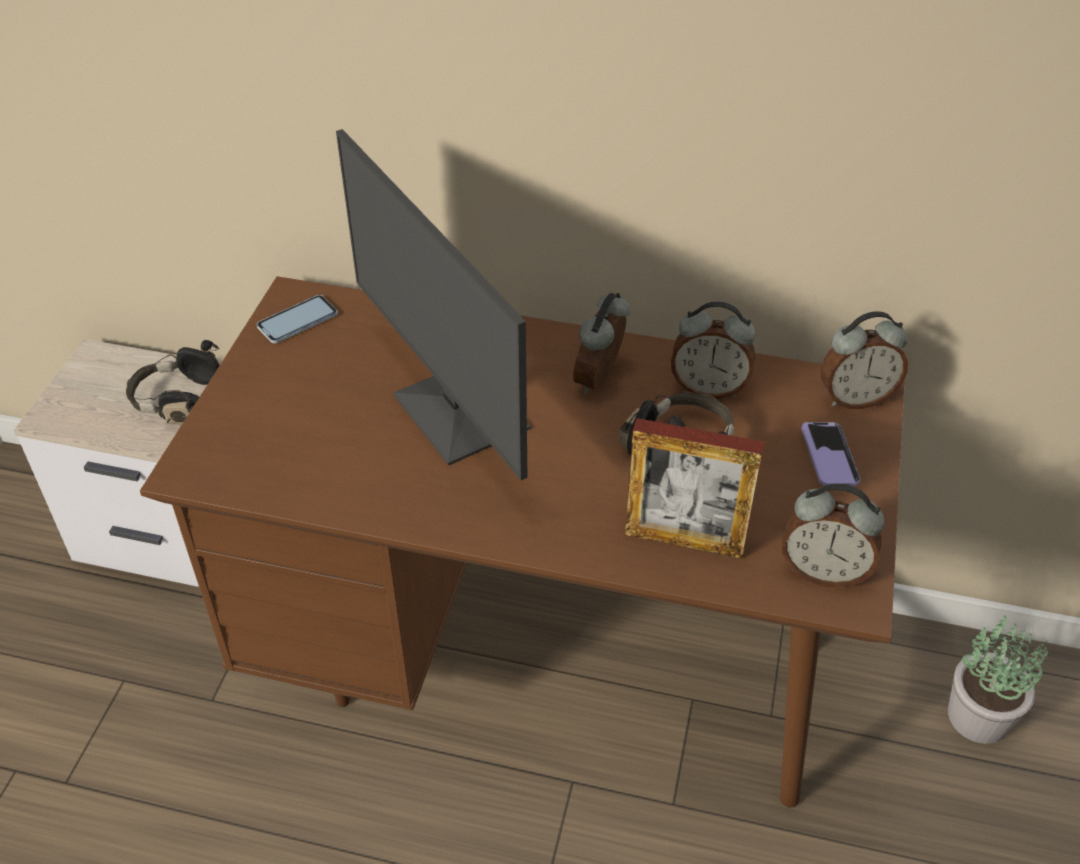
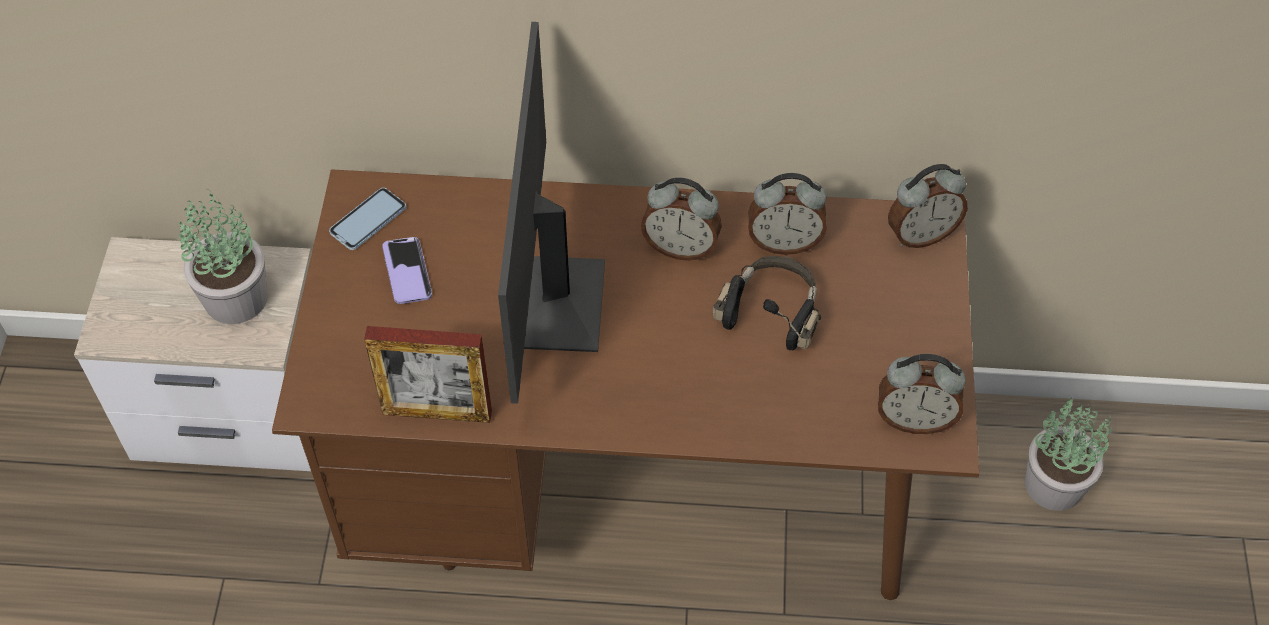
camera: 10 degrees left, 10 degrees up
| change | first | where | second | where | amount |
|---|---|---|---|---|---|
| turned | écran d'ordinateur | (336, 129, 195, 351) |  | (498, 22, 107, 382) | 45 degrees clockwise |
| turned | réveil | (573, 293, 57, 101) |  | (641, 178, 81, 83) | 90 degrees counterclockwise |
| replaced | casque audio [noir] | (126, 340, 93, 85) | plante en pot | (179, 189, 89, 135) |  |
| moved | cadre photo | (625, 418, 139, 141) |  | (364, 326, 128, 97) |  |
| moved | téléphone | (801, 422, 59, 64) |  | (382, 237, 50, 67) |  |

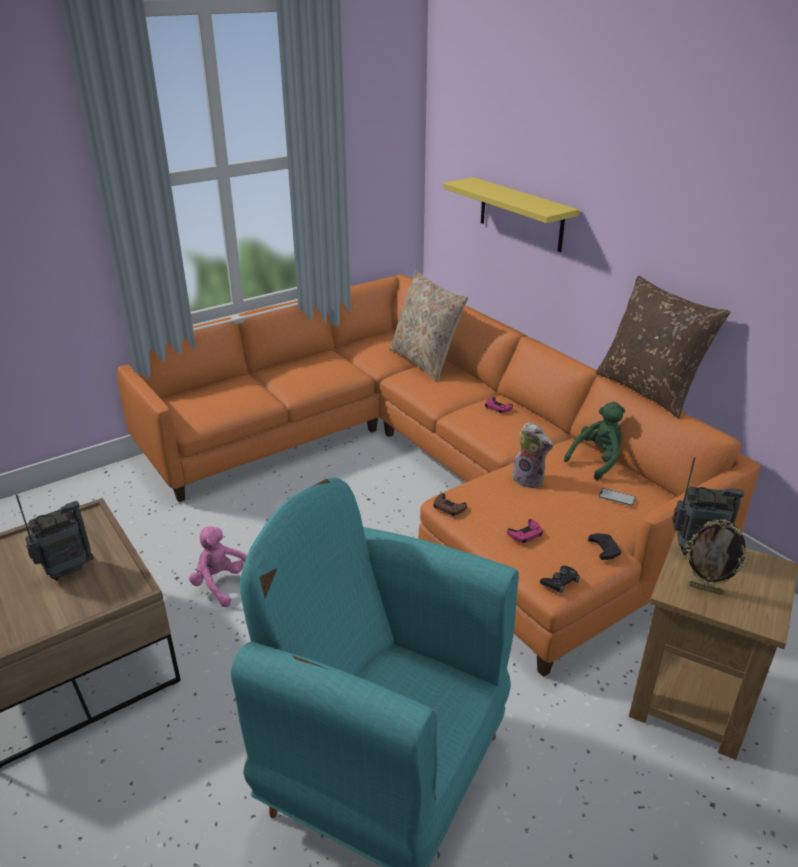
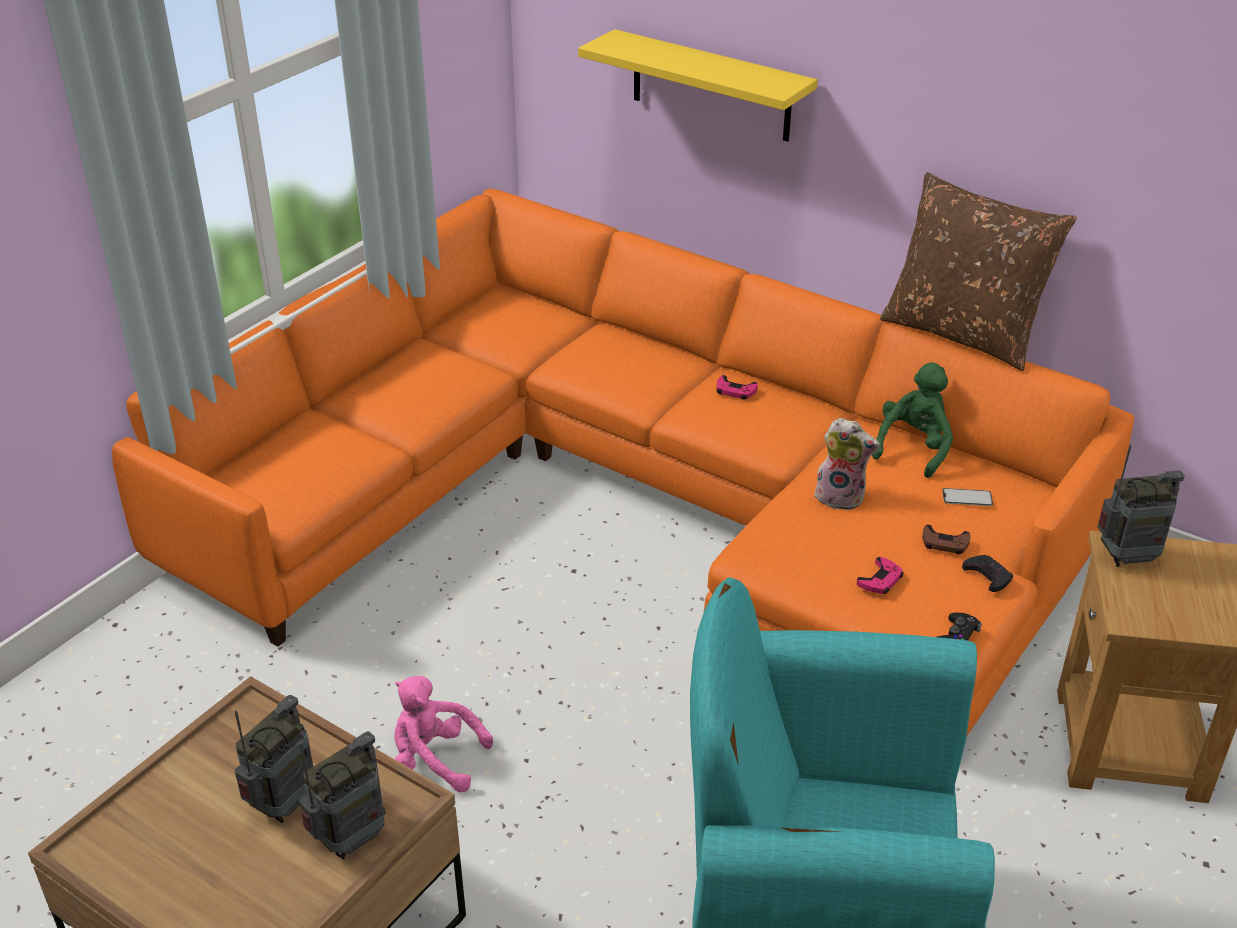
camera: 20 degrees left, 5 degrees up
| change | first | where | second | where | amount |
|---|---|---|---|---|---|
| removed | coussin [beige] | (389, 270, 79, 112) |  |  |  |
| moved | manette [marron] | (433, 493, 34, 23) |  | (922, 524, 49, 30) |  |
| removed | cadre photo | (684, 519, 65, 76) |  |  |  |
| added |  |  | radio | (299, 732, 87, 127) |  |

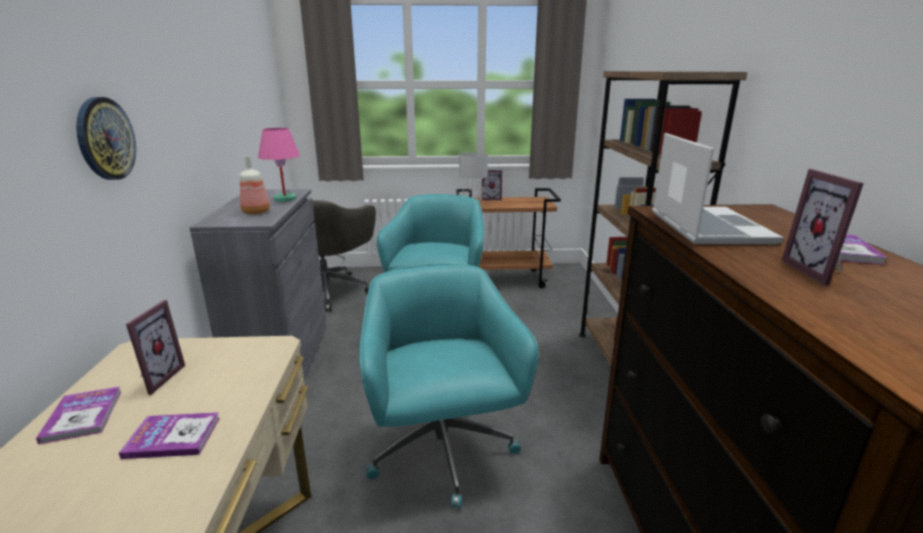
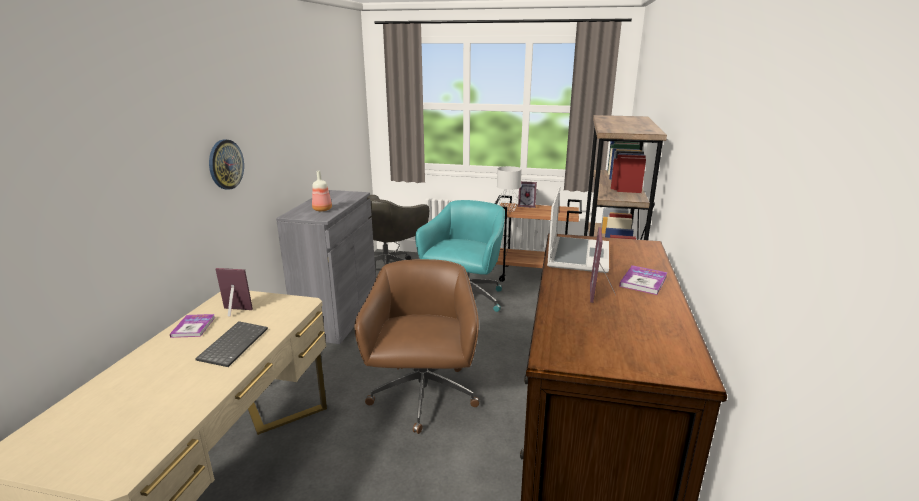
camera: 15 degrees right, 0 degrees up
| change | first | where | second | where | amount |
|---|---|---|---|---|---|
| removed | lampe de table [rose] | (258, 128, 42, 74) |  |  |  |
| recoloured | chaise de bureau [turquoise] | (360, 263, 179, 247) | chaise de bureau [marron] | (355, 259, 125, 175) |  |
| turned | cadre photo | (126, 300, 59, 95) |  | (216, 268, 37, 49) | 105 degrees counterclockwise |
| replaced | livre | (119, 412, 101, 47) | clavier | (195, 321, 73, 46) |  |

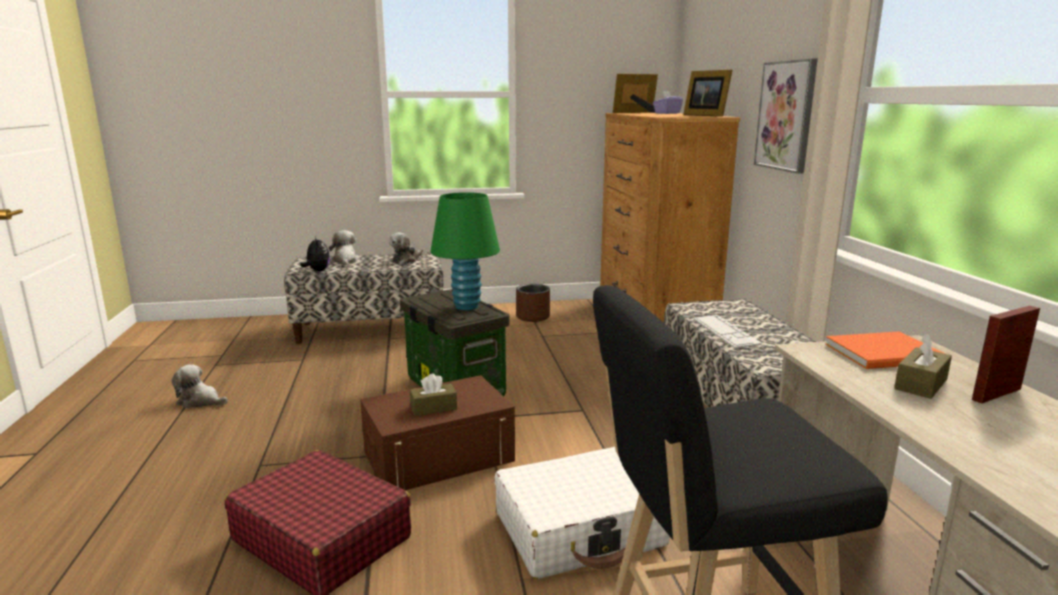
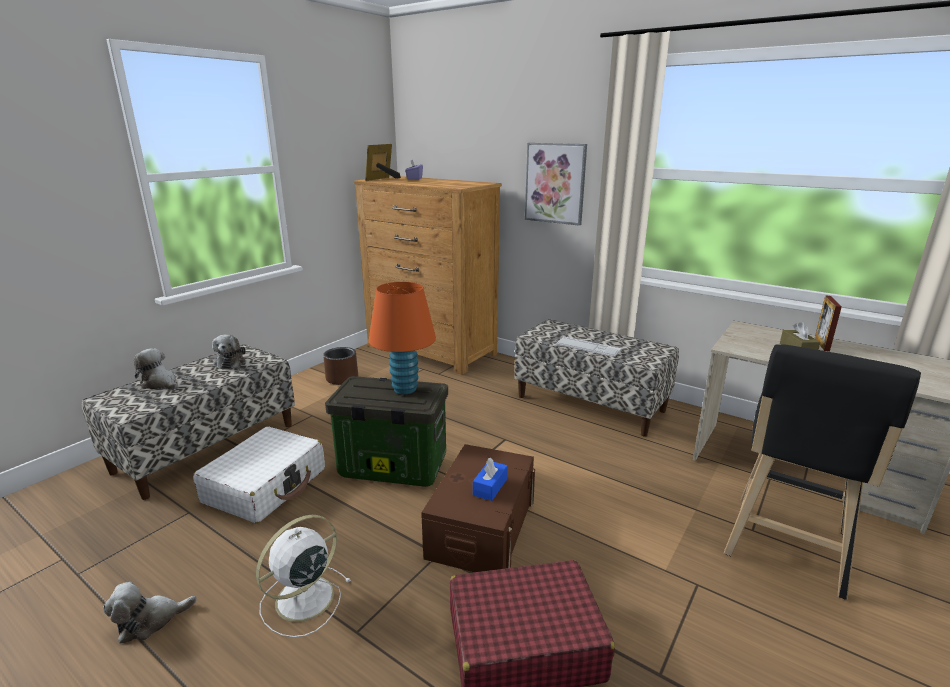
camera: 45 degrees left, 5 degrees up
| change | first | where | second | where | amount |
|---|---|---|---|---|---|
| removed | cadre photo | (683, 70, 49, 47) |  |  |  |
| recoloured | lampe de table [vert] | (430, 192, 70, 118) | lampe de table [orange] | (369, 282, 67, 113) |  |
| removed | peluche | (300, 236, 30, 35) |  |  |  |
| removed | livre [orange] | (825, 331, 120, 38) |  |  |  |
| recoloured | boîte à mouchoirs [marron] | (410, 373, 47, 43) | boîte à mouchoirs [bleu] | (473, 458, 34, 43) |  |
| moved | valise [blanc] | (495, 447, 175, 132) |  | (193, 427, 132, 96) |  |
| added |  |  | ventilateur [blanc] | (256, 515, 95, 123) |  |

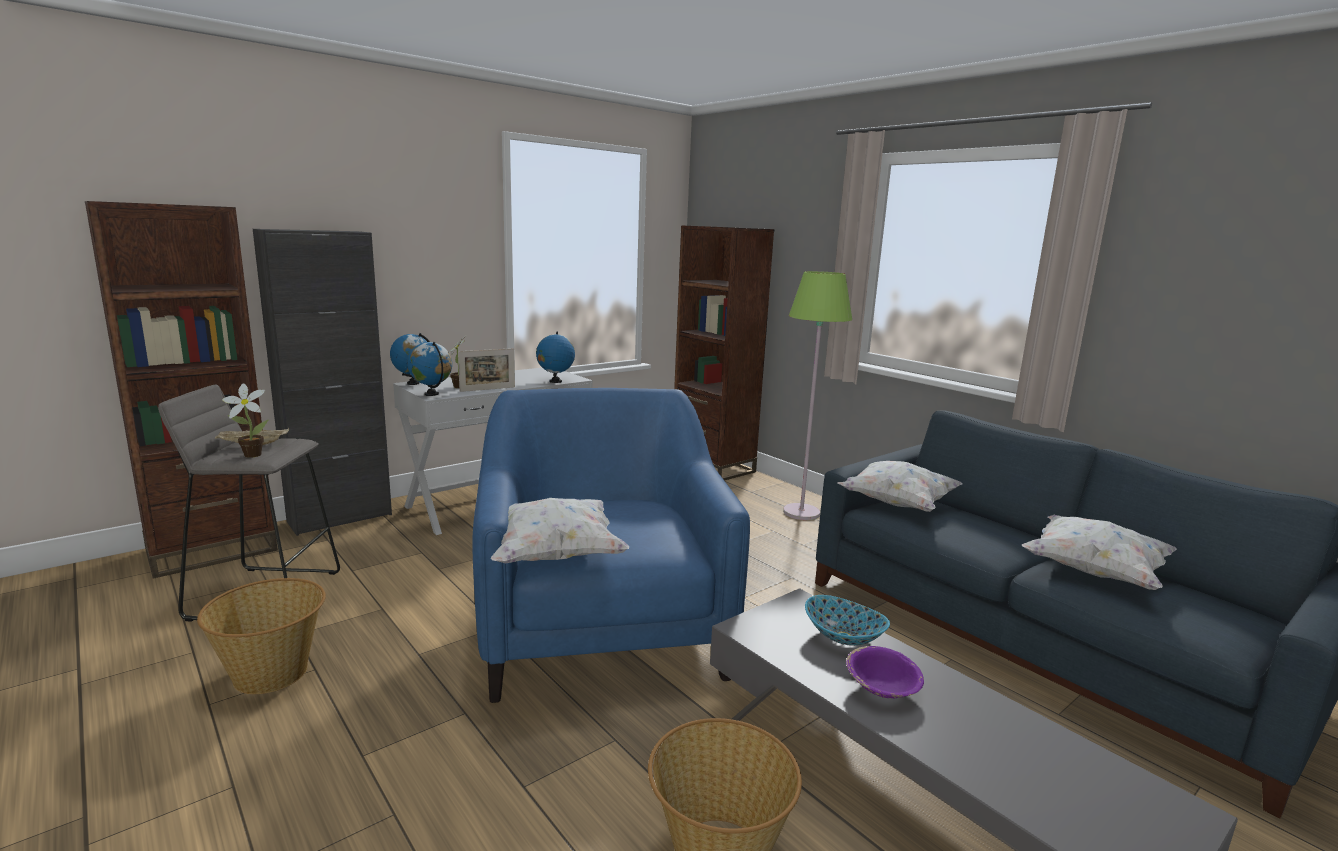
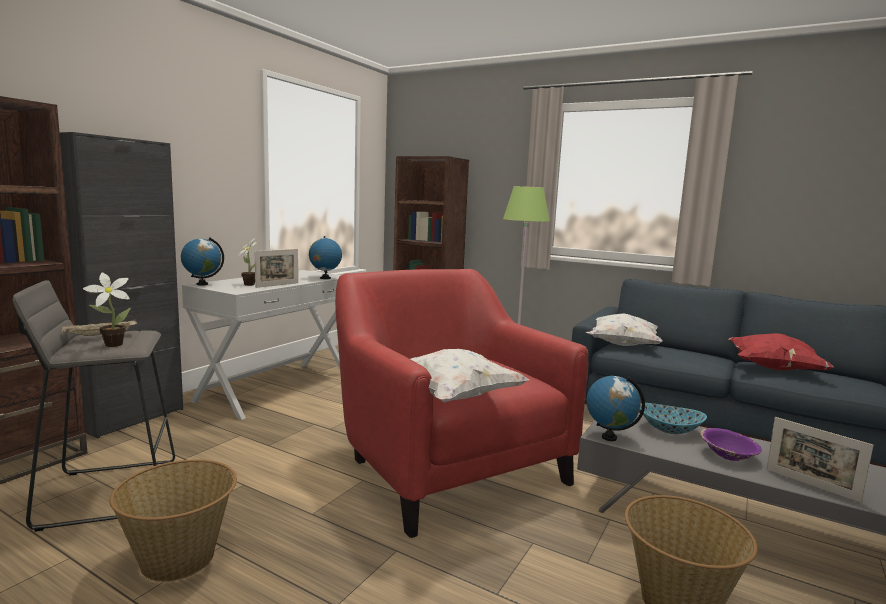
camera: 20 degrees left, 5 degrees down
| change | first | where | second | where | amount |
|---|---|---|---|---|---|
| moved | globe | (407, 342, 45, 54) |  | (587, 376, 58, 65) |  |
| recoloured | fauteuil [bleu] | (472, 388, 278, 315) | fauteuil [rouge] | (335, 269, 253, 269) |  |
| recoloured | coussin [blanc] | (1021, 515, 156, 75) | coussin [rouge] | (729, 333, 105, 37) |  |
| added |  |  | cadre photo | (766, 417, 108, 86) |  |

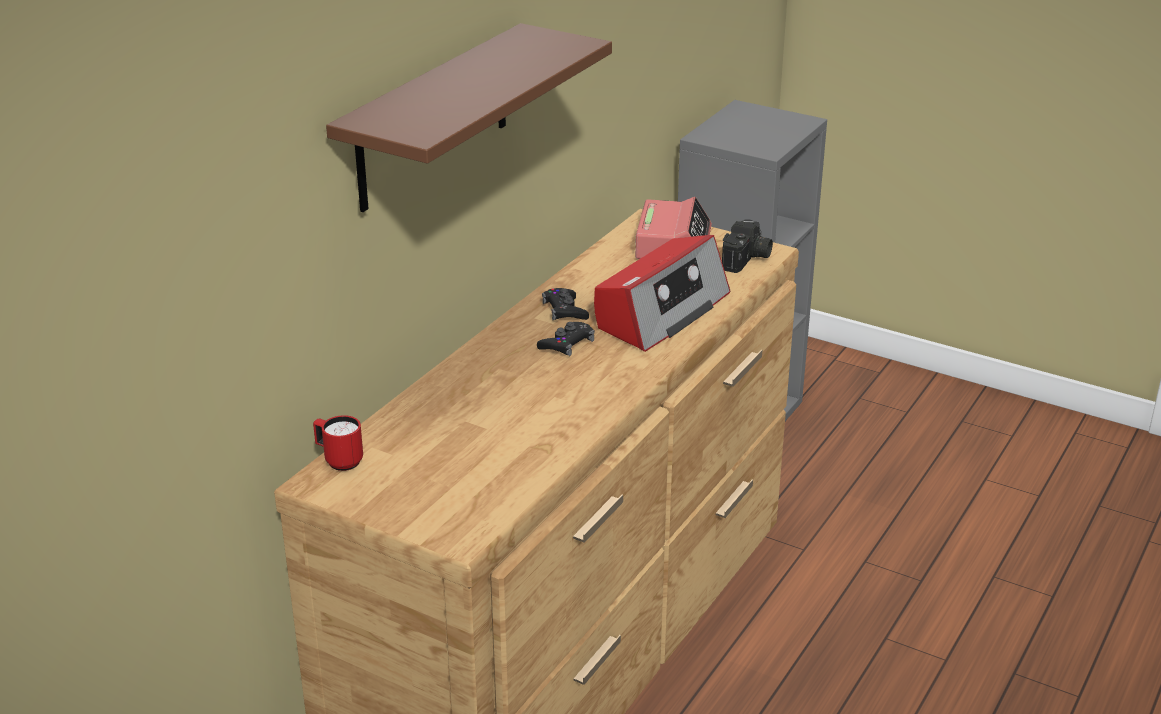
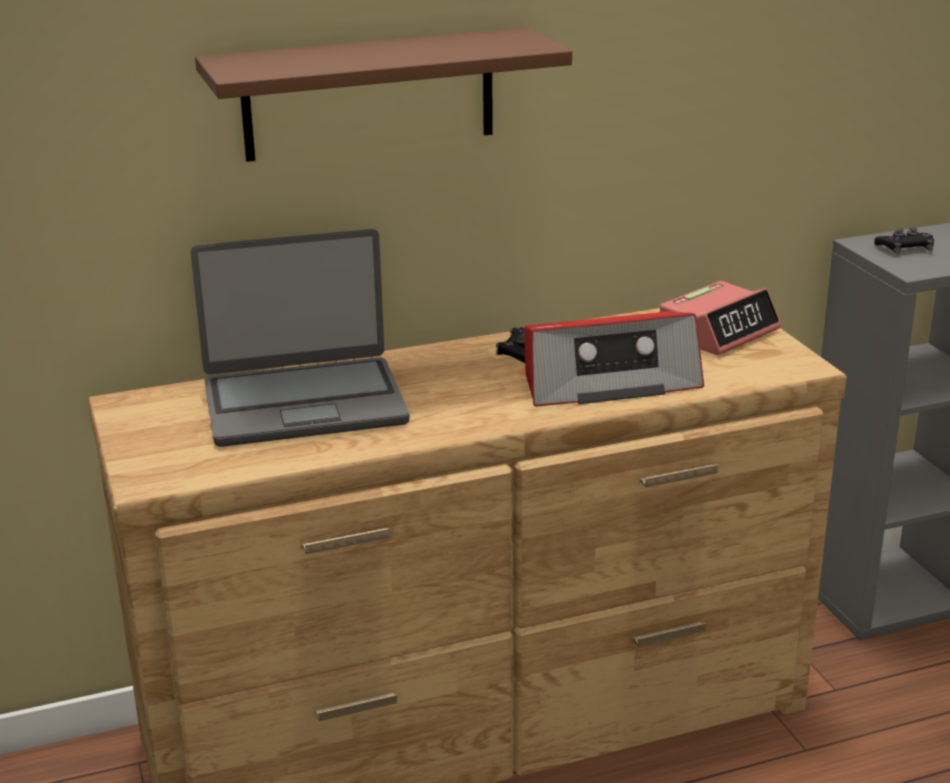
camera: 40 degrees right, 5 degrees down
| change | first | where | second | where | amount |
|---|---|---|---|---|---|
| removed | appareil photo | (722, 219, 51, 54) |  |  |  |
| moved | manette [noir] | (537, 322, 58, 34) |  | (874, 228, 60, 26) |  |
| removed | mug [rouge] | (313, 415, 50, 56) |  |  |  |
| added |  |  | ordinateur portable | (191, 229, 219, 218) |  |

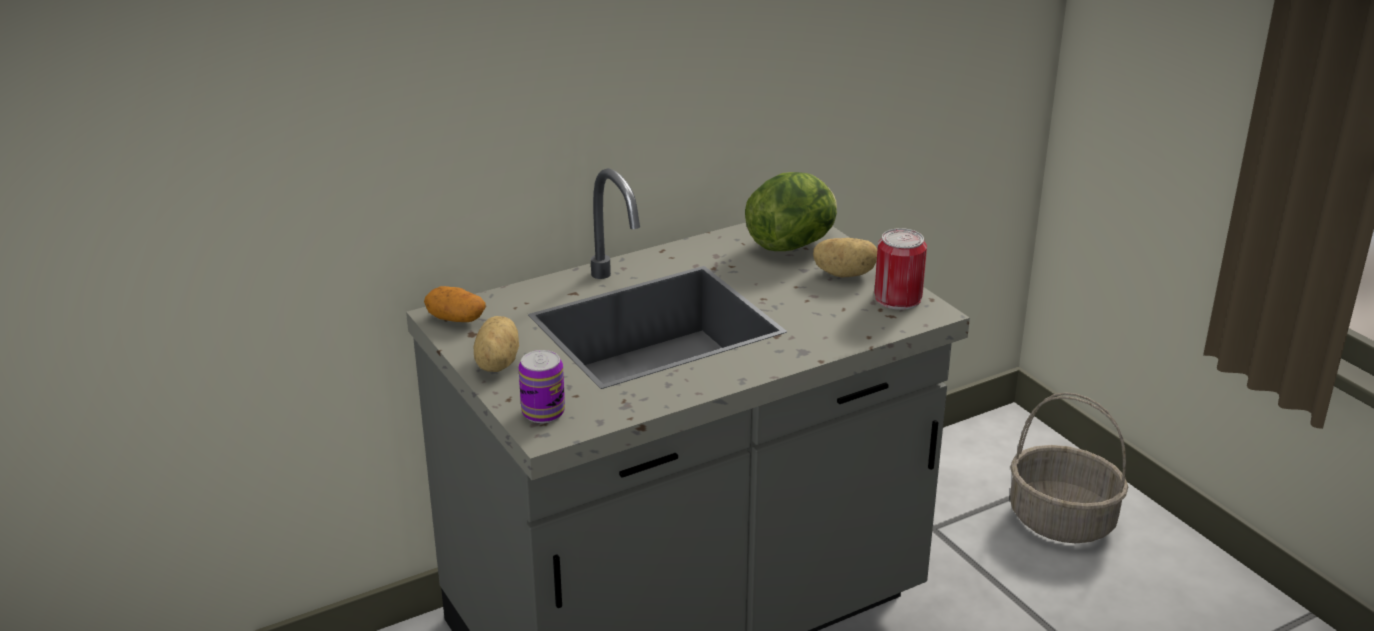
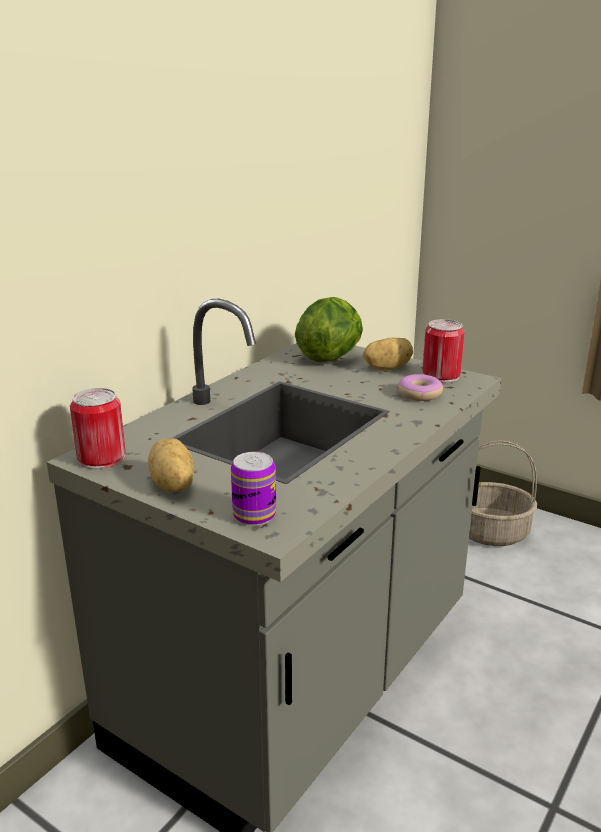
camera: 25 degrees left, 5 degrees down
| change | first | where | second | where | amount |
|---|---|---|---|---|---|
| replaced | pomme de terre | (424, 286, 62, 36) | boîte métallique | (70, 388, 56, 81) |  |
| added |  |  | beignet | (397, 374, 46, 27) |  |

